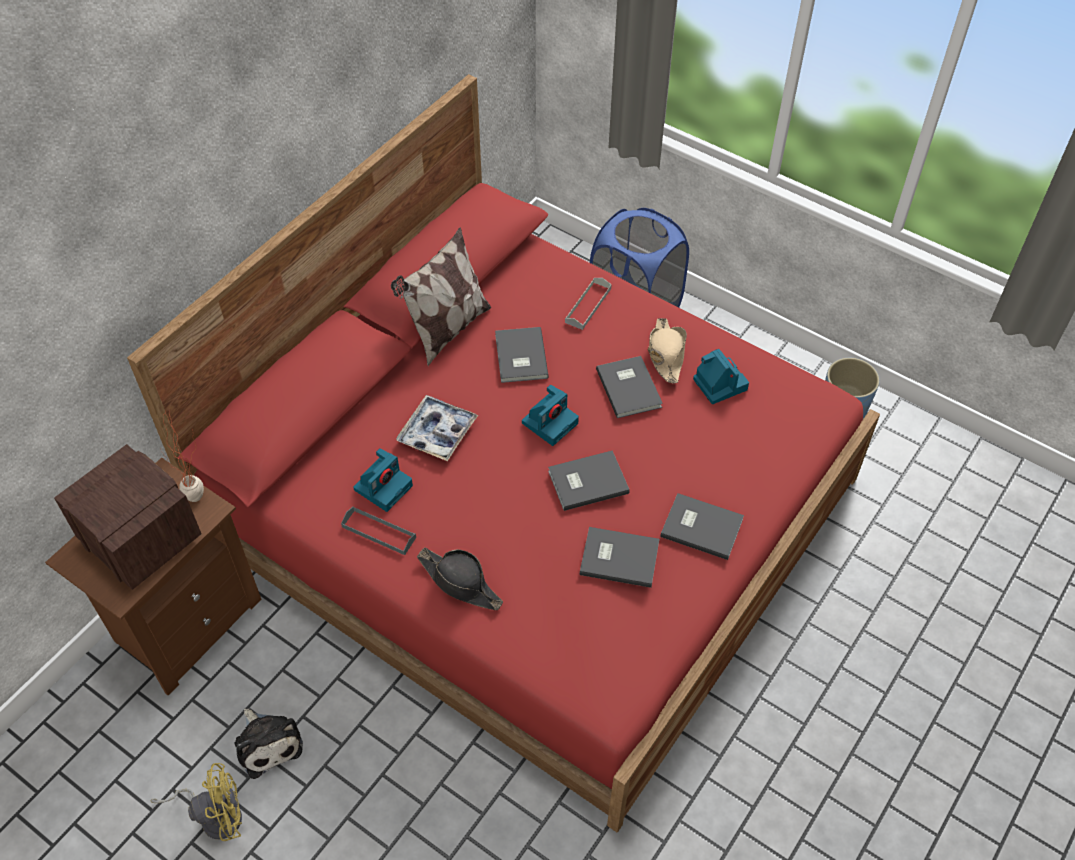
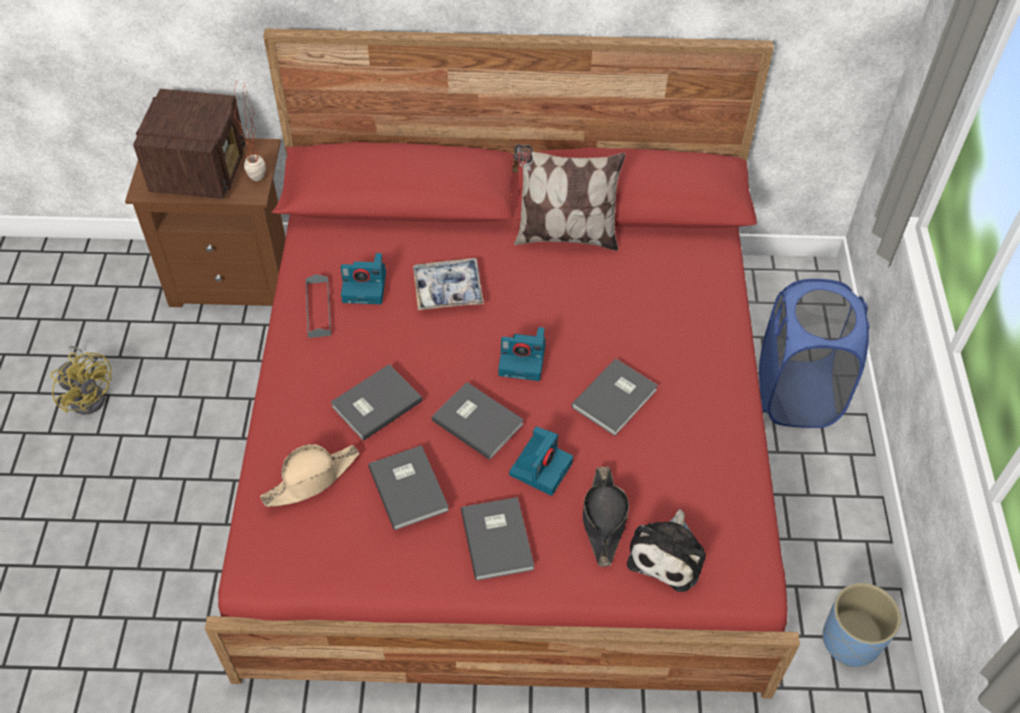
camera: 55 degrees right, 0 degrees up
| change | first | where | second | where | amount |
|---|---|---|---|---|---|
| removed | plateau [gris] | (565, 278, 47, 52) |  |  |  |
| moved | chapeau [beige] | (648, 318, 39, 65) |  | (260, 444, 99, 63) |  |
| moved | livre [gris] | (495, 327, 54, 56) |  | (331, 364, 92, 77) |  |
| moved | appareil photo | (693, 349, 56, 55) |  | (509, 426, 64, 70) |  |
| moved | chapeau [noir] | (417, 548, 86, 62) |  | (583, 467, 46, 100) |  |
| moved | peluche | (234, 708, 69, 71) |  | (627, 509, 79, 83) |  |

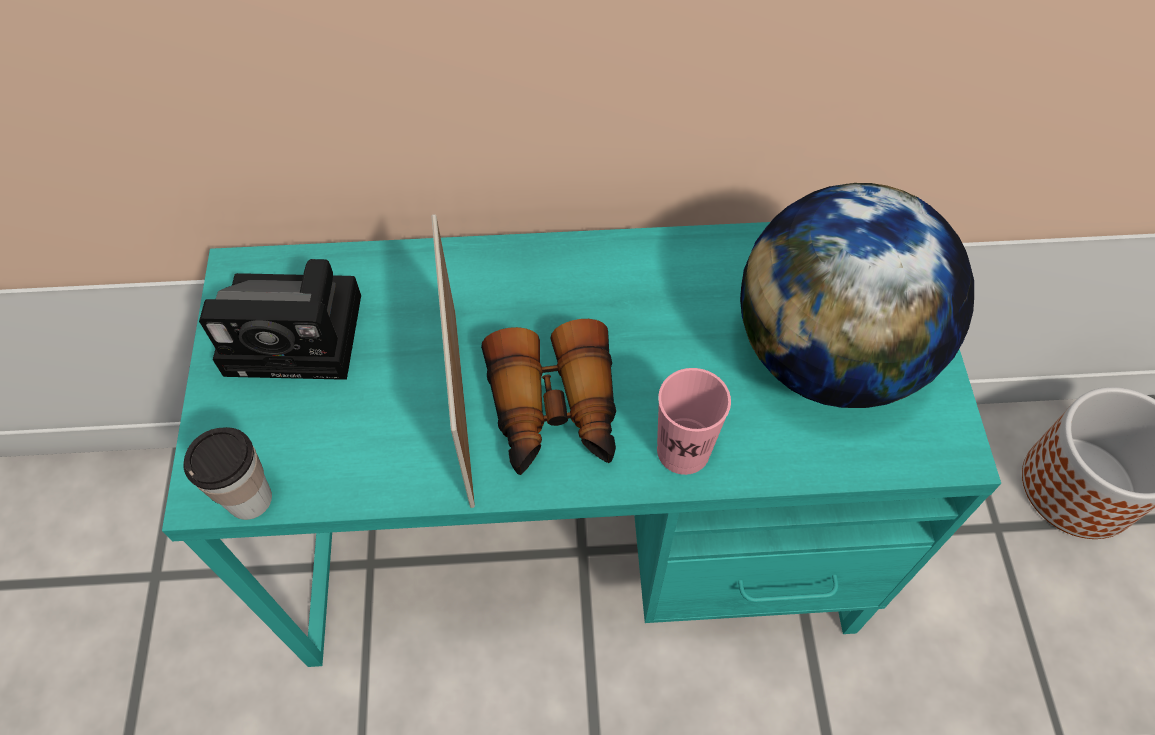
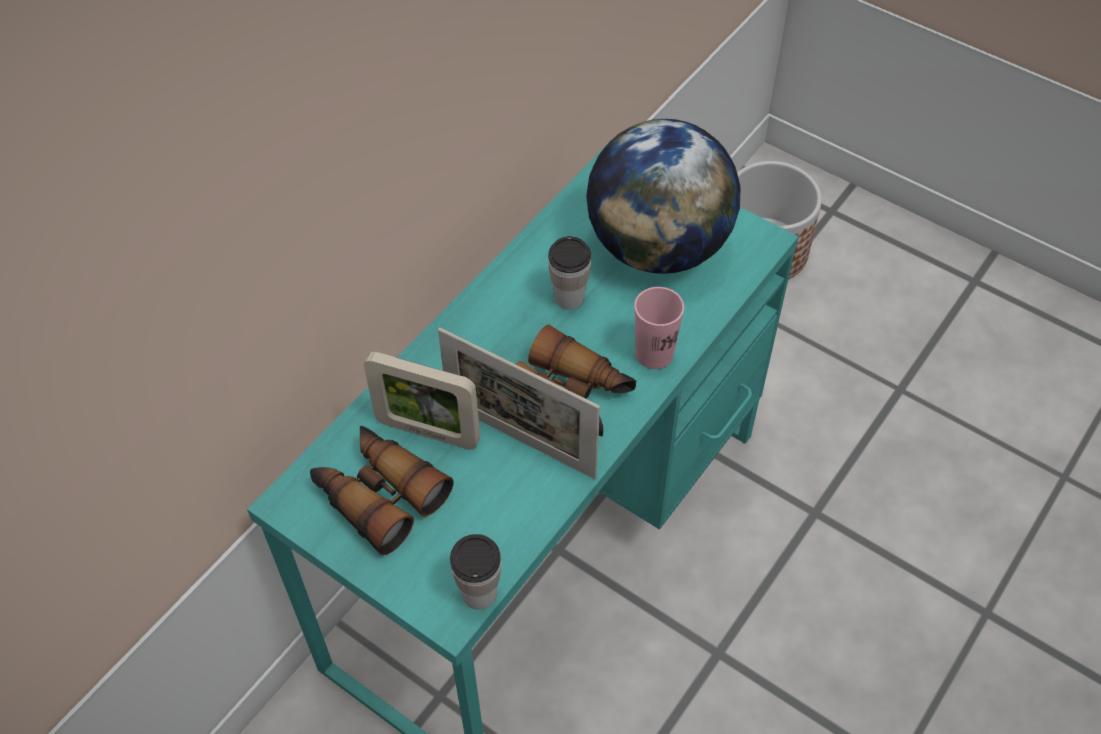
camera: 50 degrees left, 5 degrees down
| change | first | where | second | where | amount |
|---|---|---|---|---|---|
| replaced | appareil photo | (199, 259, 162, 121) | jumelles | (310, 426, 144, 129) |  |
| added |  |  | tasse | (548, 236, 43, 74) |  |
| added |  |  | cadre photo | (364, 352, 116, 98) |  |

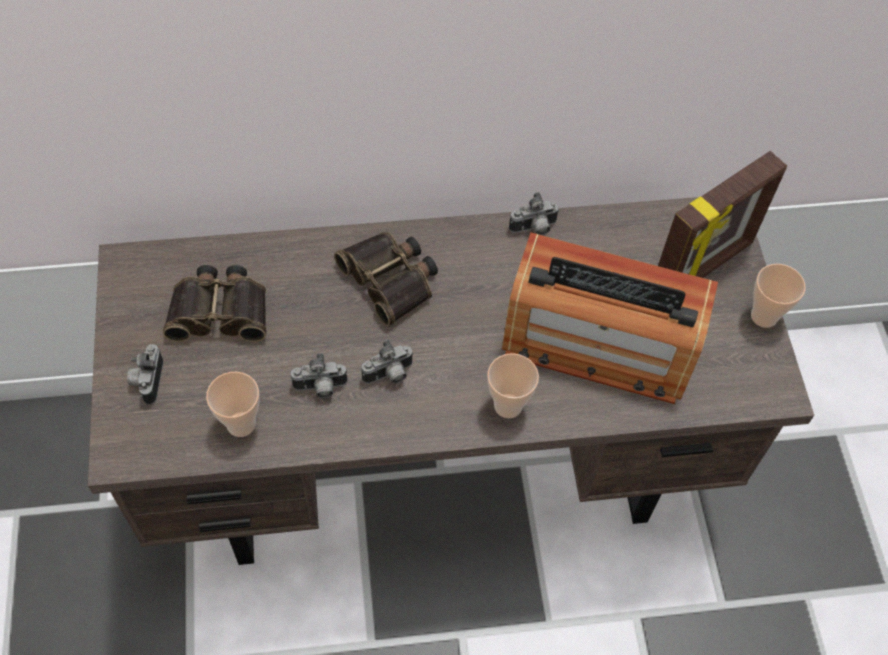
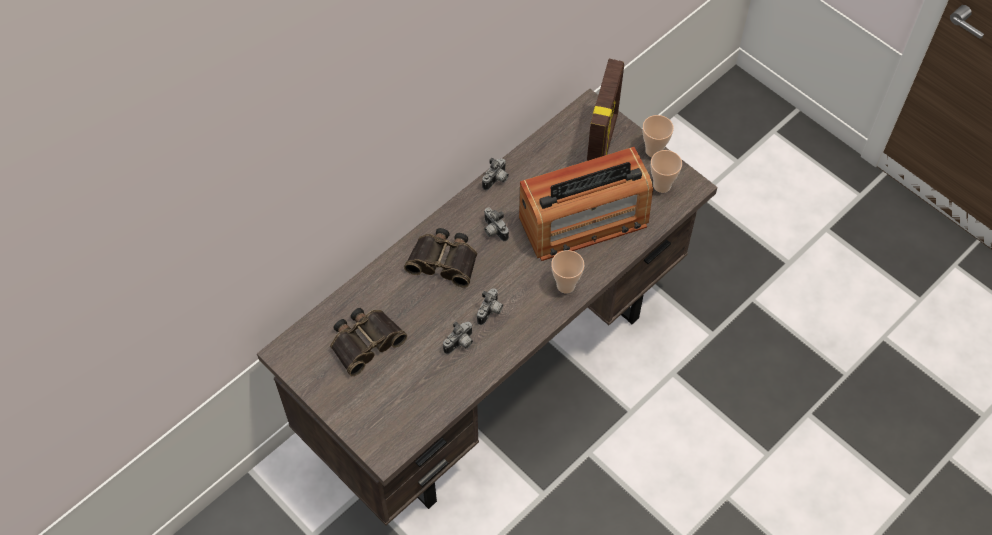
camera: 35 degrees left, 0 degrees up
| change | first | where | second | where | amount |
|---|---|---|---|---|---|
| moved | appareil photo | (127, 344, 36, 61) |  | (484, 207, 25, 34) |  |
| moved | tasse | (206, 372, 54, 65) |  | (651, 150, 31, 43) |  |

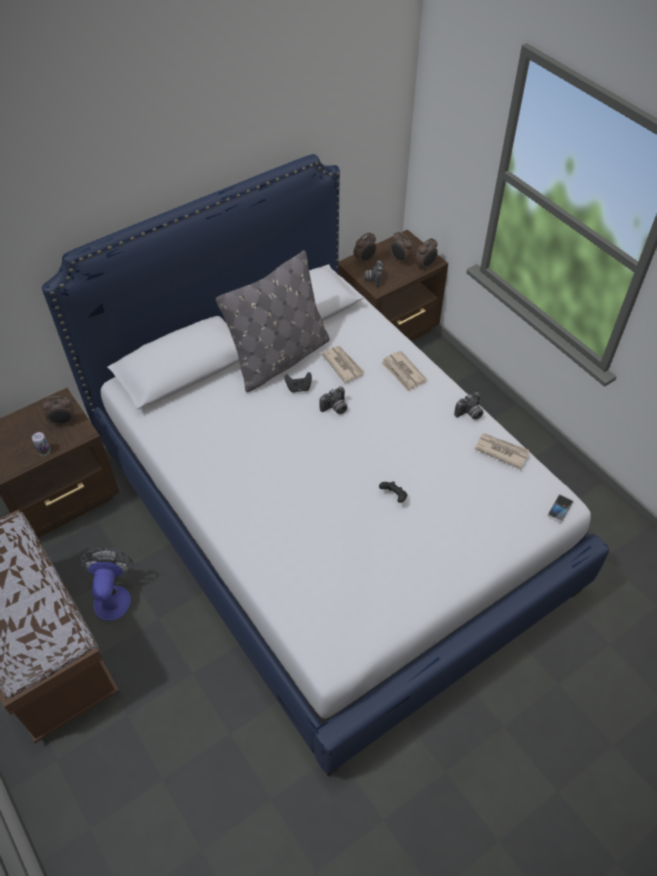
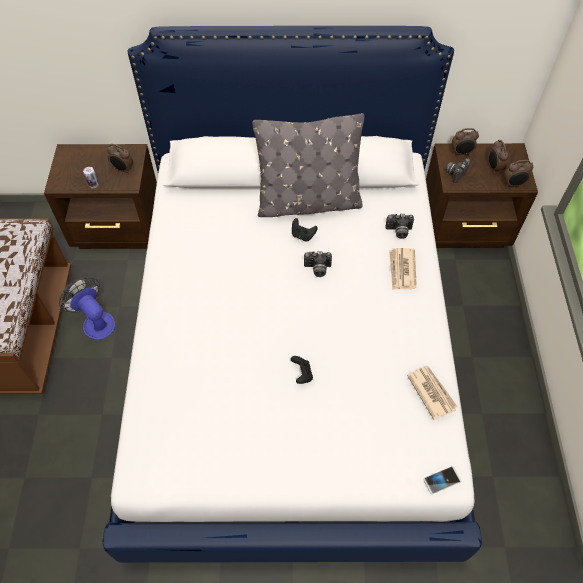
camera: 35 degrees right, 5 degrees up
| change | first | where | second | where | amount |
|---|---|---|---|---|---|
| removed | journal | (321, 346, 44, 37) |  |  |  |
| moved | appareil photo | (454, 392, 29, 28) |  | (385, 214, 29, 25) |  |
| turned | ventilateur | (80, 548, 53, 73) |  | (59, 277, 56, 63) | 75 degrees counterclockwise |

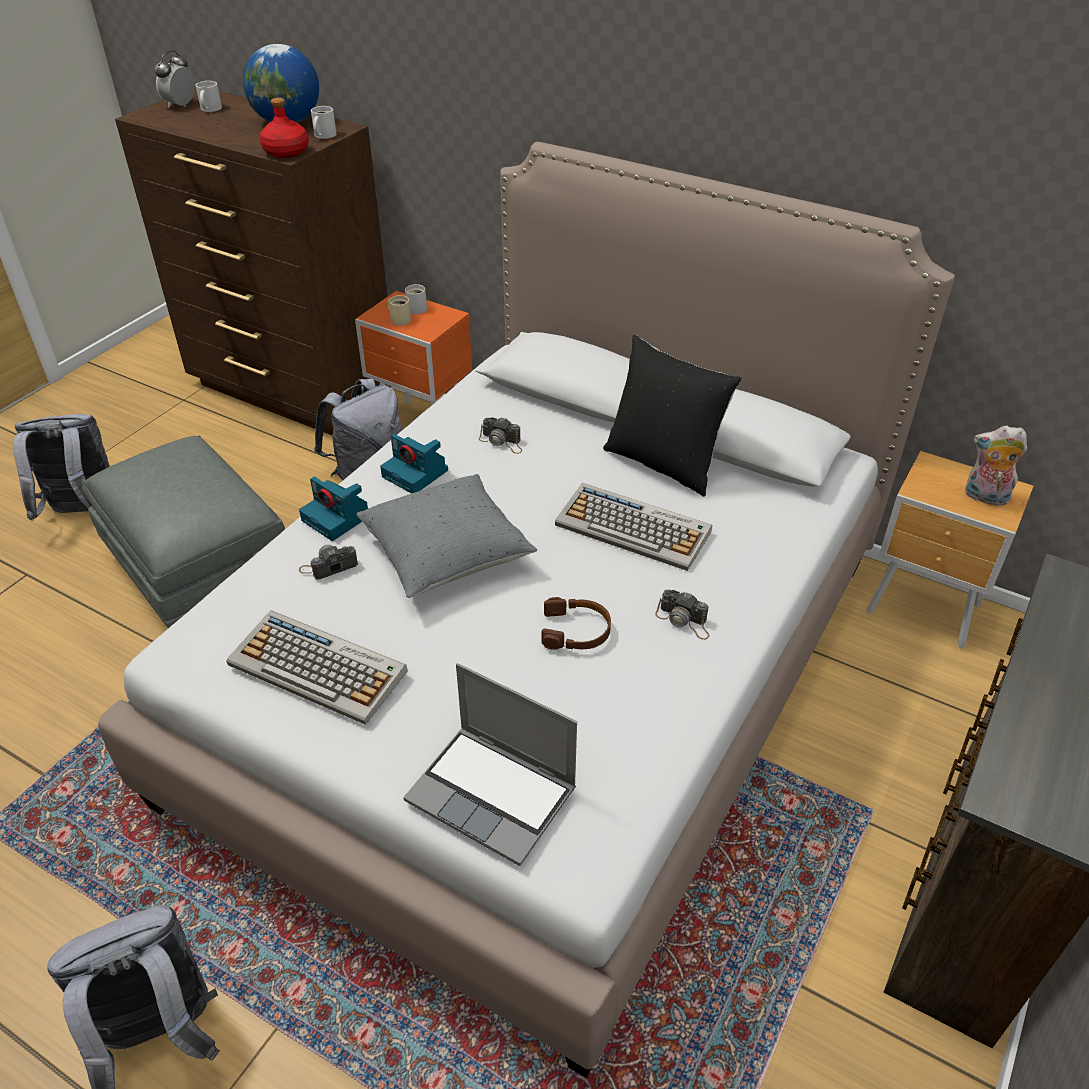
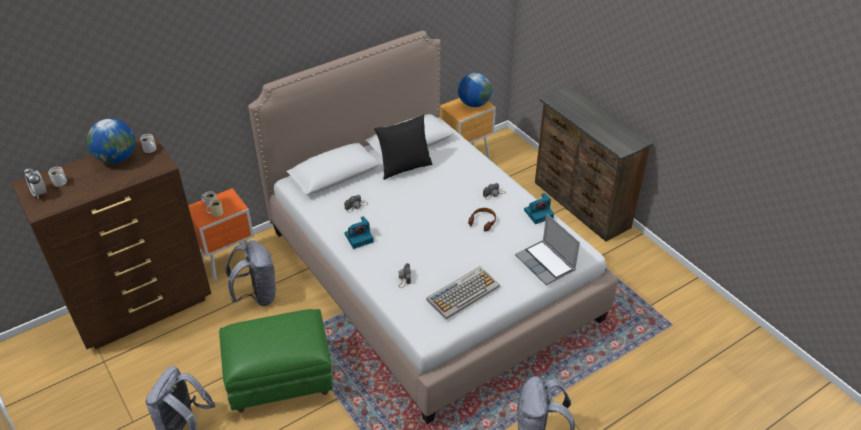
camera: 65 degrees left, 0 degrees up
| change | first | where | second | where | amount |
|---|---|---|---|---|---|
| removed | bouteille [rouge] | (260, 97, 49, 61) |  |  |  |
| replaced | peluche | (965, 426, 62, 82) | globe | (458, 73, 34, 34) |  |
| recoloured | pouf [gris] | (82, 435, 203, 193) | pouf [vert] | (219, 309, 114, 103) |  |
| removed | coussin [gris] | (357, 474, 180, 124) |  |  |  |
| moved | appareil photo | (299, 477, 70, 64) |  | (524, 193, 30, 31) |  |
| removed | clavier | (555, 483, 157, 88) |  |  |  |
| turned | ordinateur portable | (403, 663, 174, 203) |  | (515, 214, 65, 71) | 90 degrees clockwise |

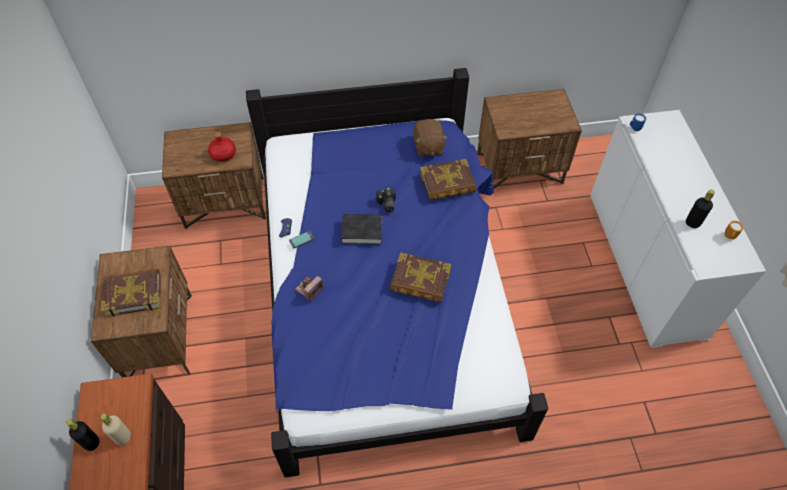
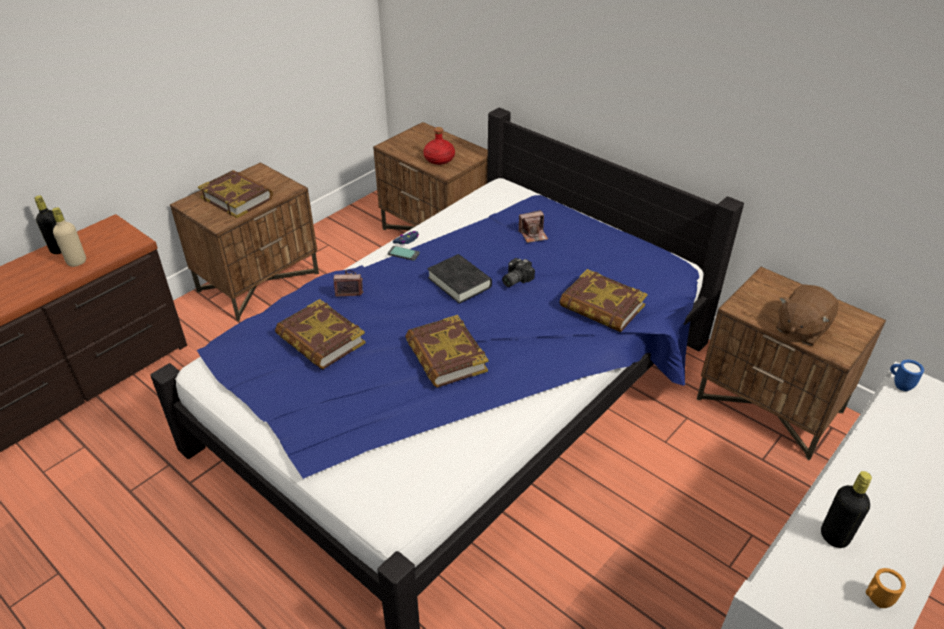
camera: 50 degrees right, 15 degrees down
| change | first | where | second | where | amount |
|---|---|---|---|---|---|
| moved | peluche [marron] | (413, 119, 35, 38) |  | (776, 284, 63, 61) |  |
| added |  |  | appareil photo | (518, 210, 30, 33) |  |
| added |  |  | livre | (275, 299, 91, 71) |  |

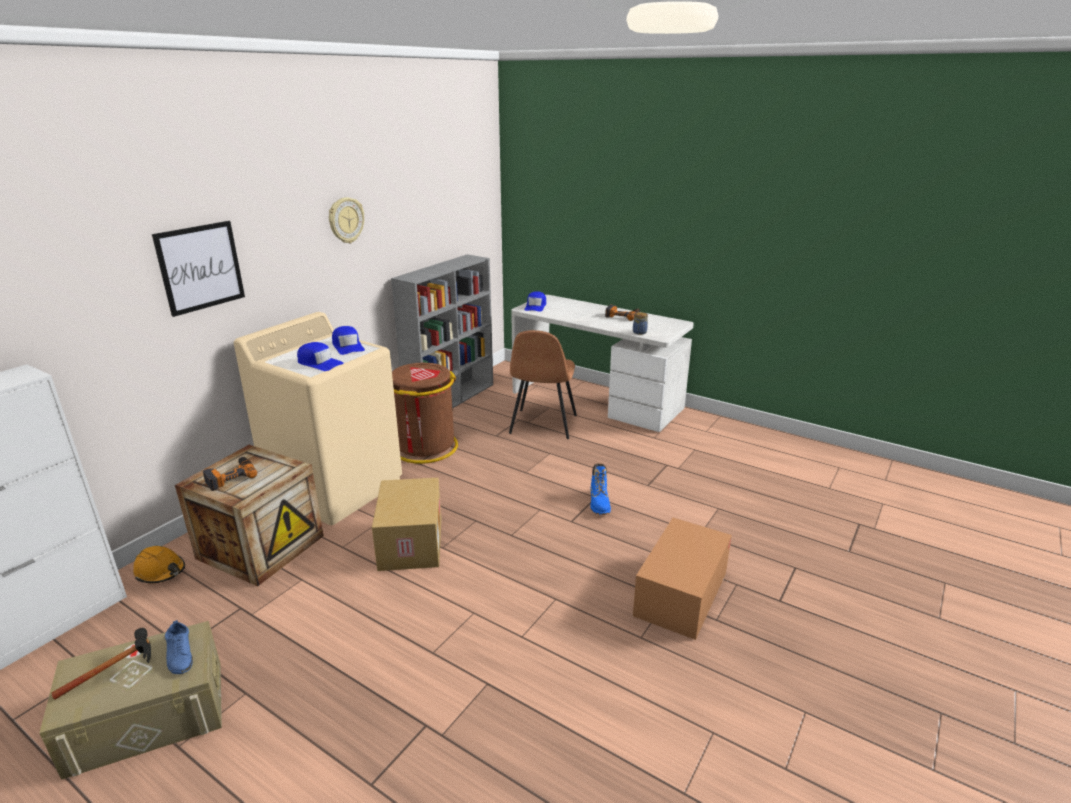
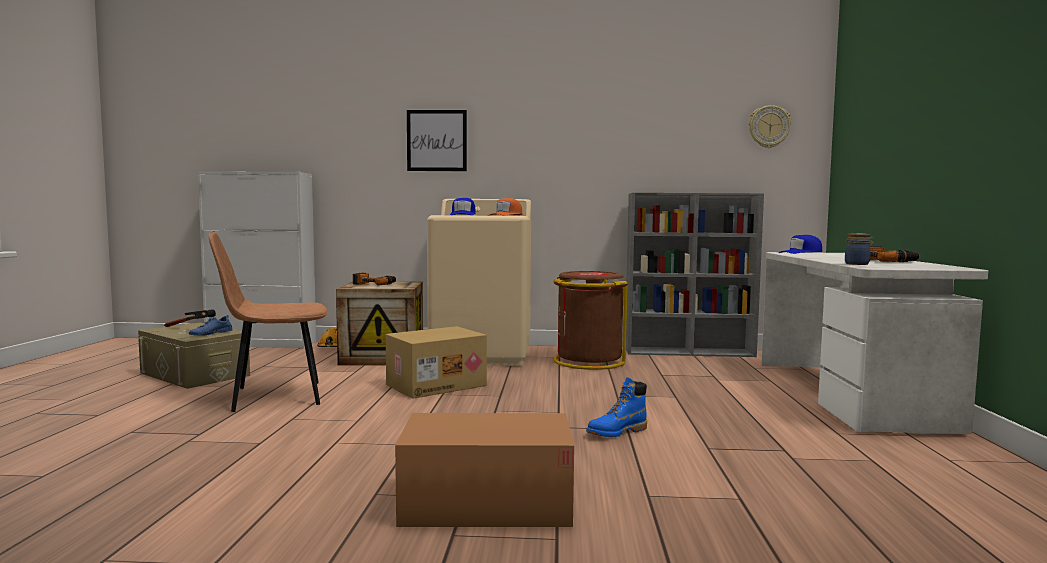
camera: 60 degrees right, 20 degrees down
| change | first | where | second | where | amount |
|---|---|---|---|---|---|
| moved | horloge murale | (329, 197, 35, 46) |  | (748, 105, 43, 43) |  |
| recoloured | casquette [bleu] | (332, 326, 33, 29) | casquette [orange] | (490, 198, 32, 17) |  |
| moved | chaise [marron] | (509, 330, 68, 109) |  | (209, 231, 119, 181) |  |

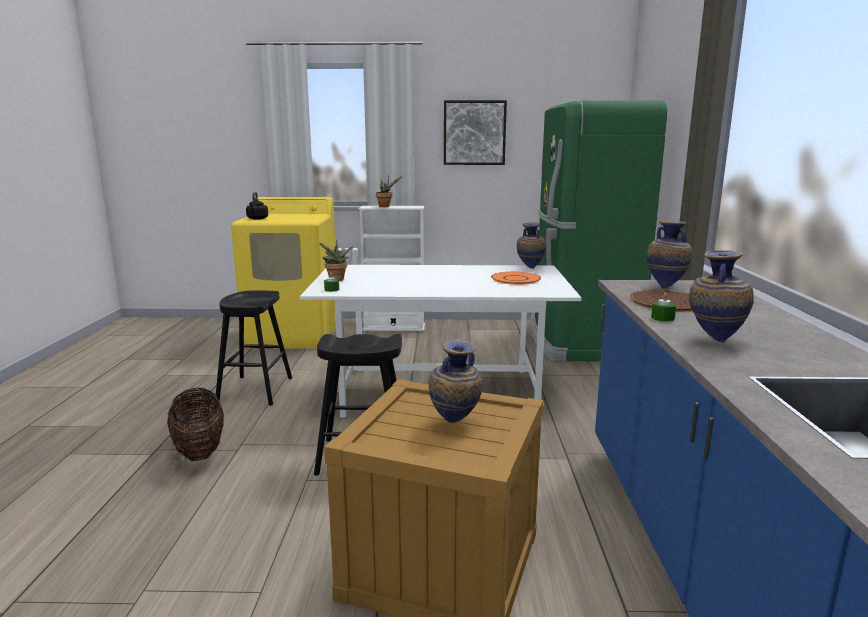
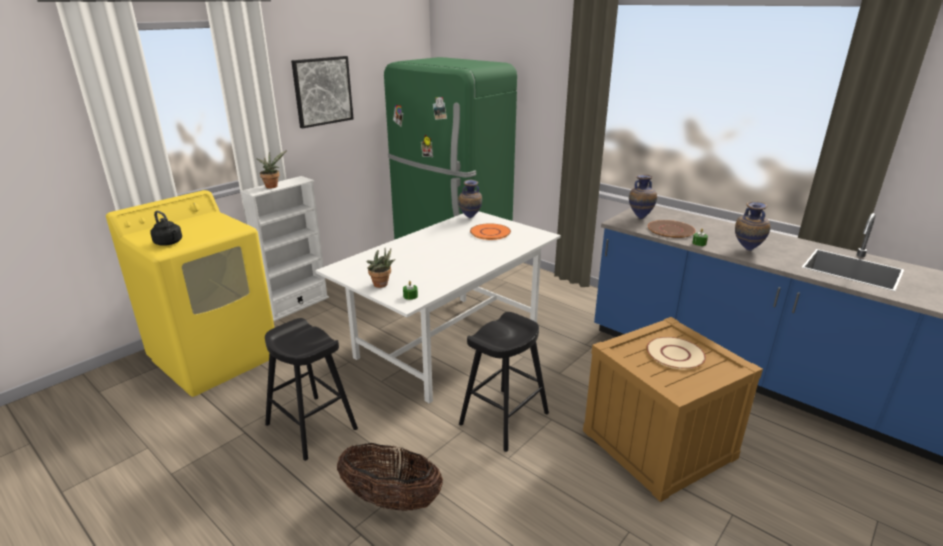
camera: 50 degrees left, 10 degrees up
| change | first | where | second | where | amount |
|---|---|---|---|---|---|
| replaced | vase | (429, 340, 53, 83) | assiette [beige] | (646, 337, 60, 33) |  |

